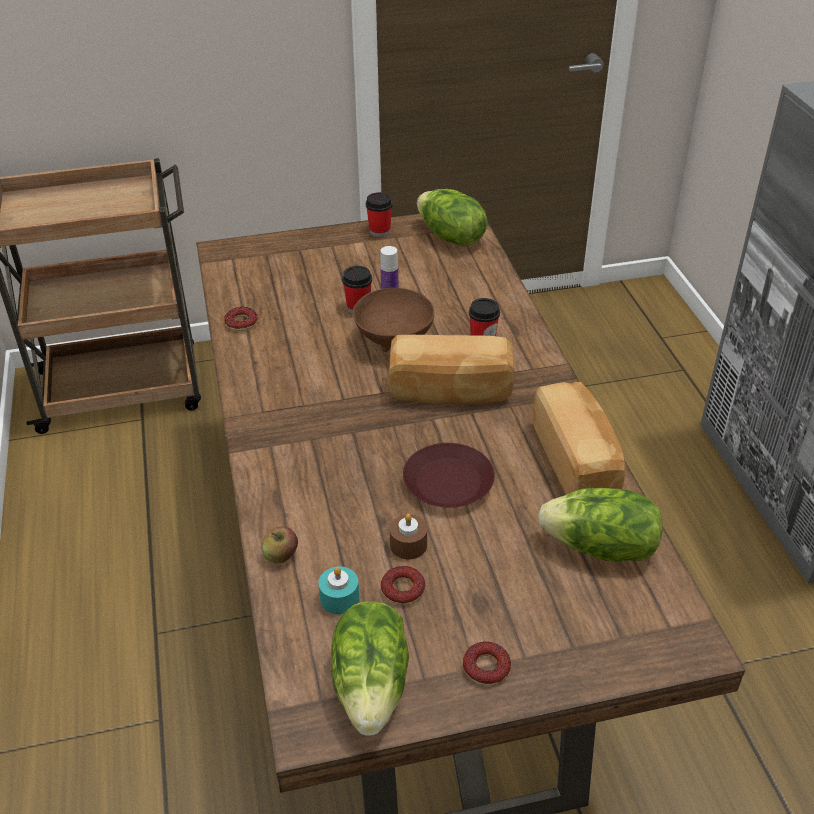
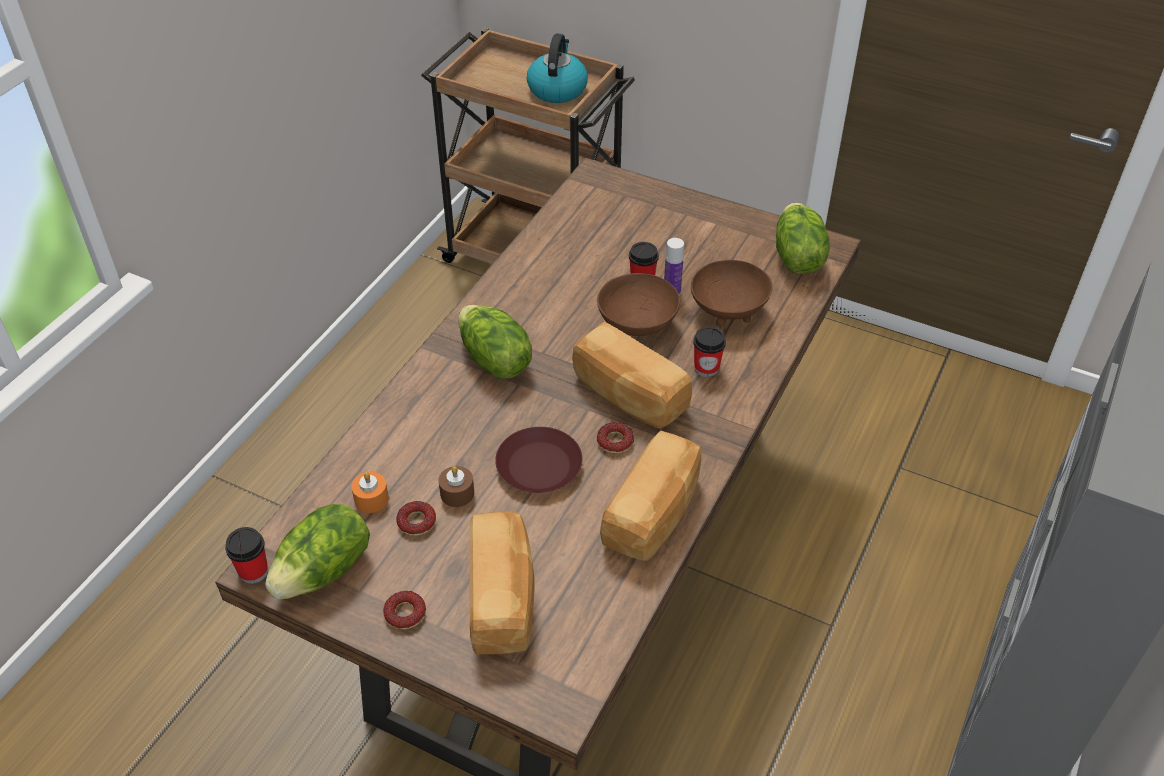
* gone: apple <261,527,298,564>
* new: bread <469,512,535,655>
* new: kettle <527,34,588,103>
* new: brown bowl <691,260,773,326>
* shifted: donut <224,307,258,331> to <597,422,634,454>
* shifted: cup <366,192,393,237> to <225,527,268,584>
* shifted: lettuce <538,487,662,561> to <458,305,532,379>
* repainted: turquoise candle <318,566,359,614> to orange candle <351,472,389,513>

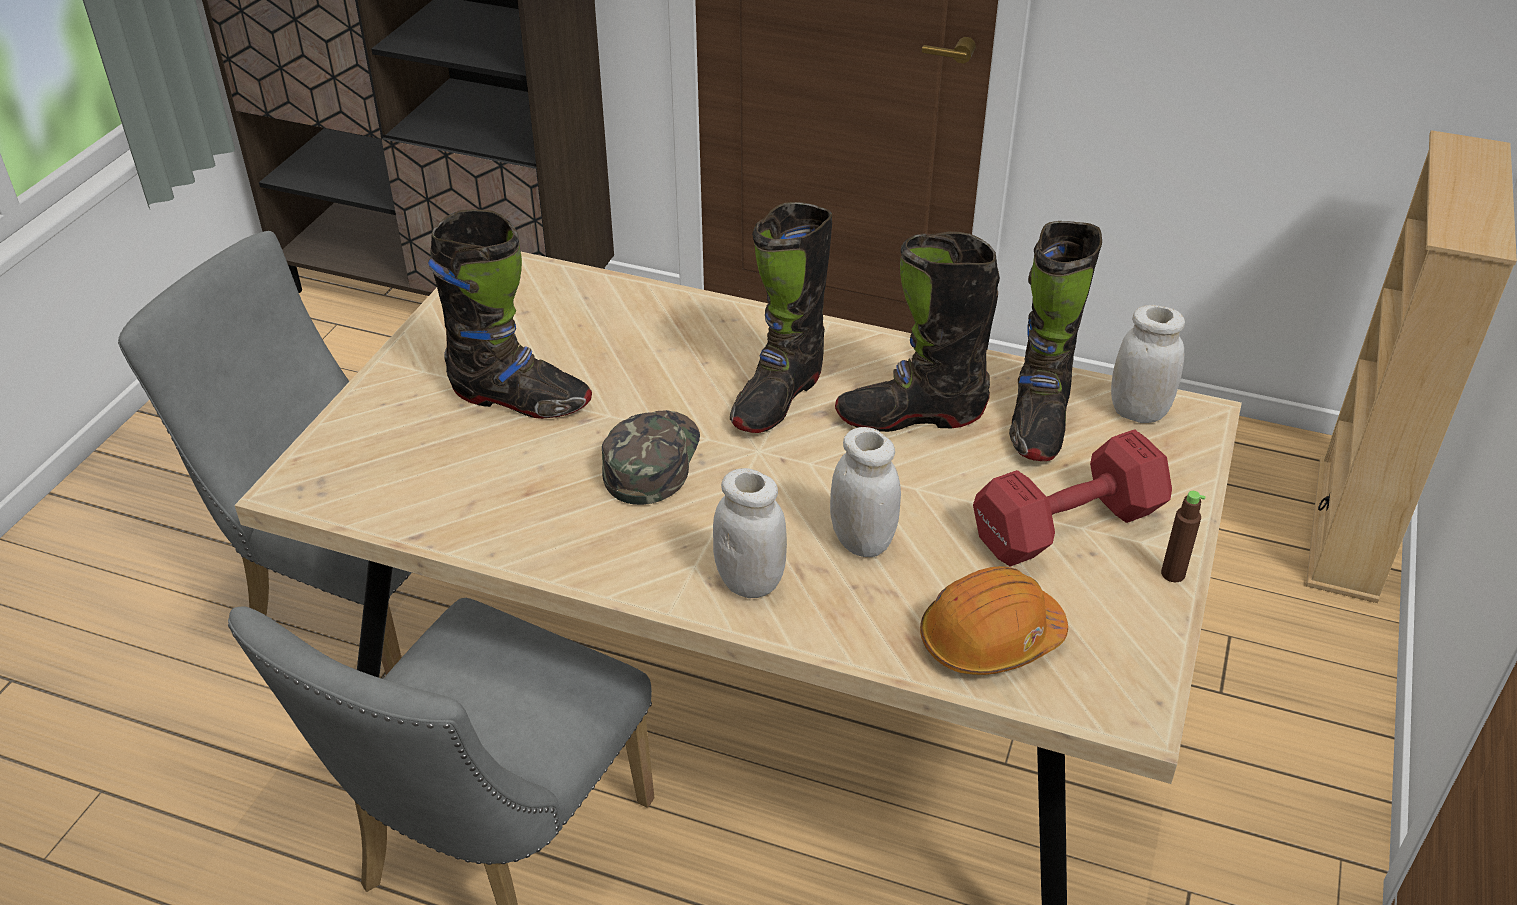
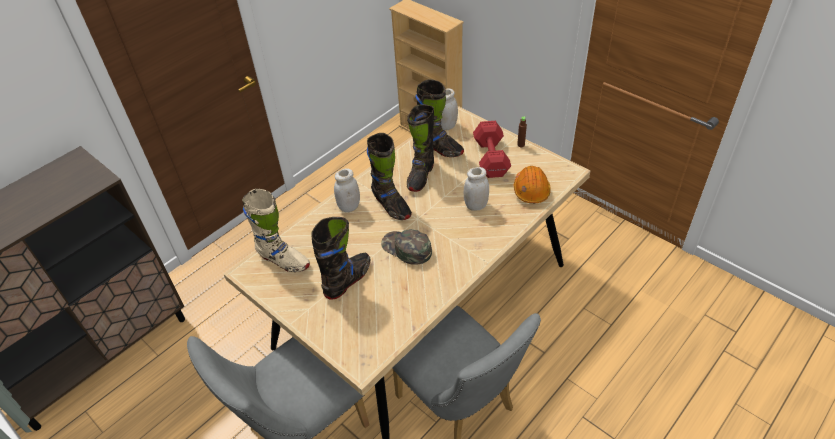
* new: beige boot <242,189,310,272>
* shifted: white jar <713,468,787,598> to <334,168,360,212>

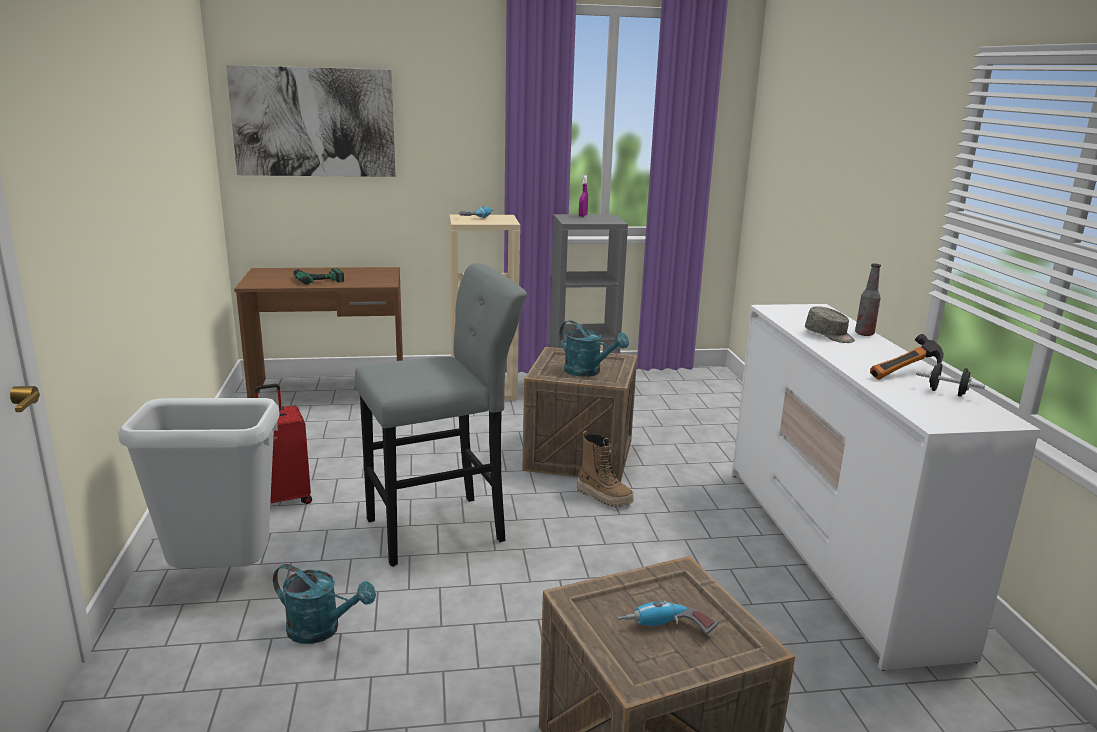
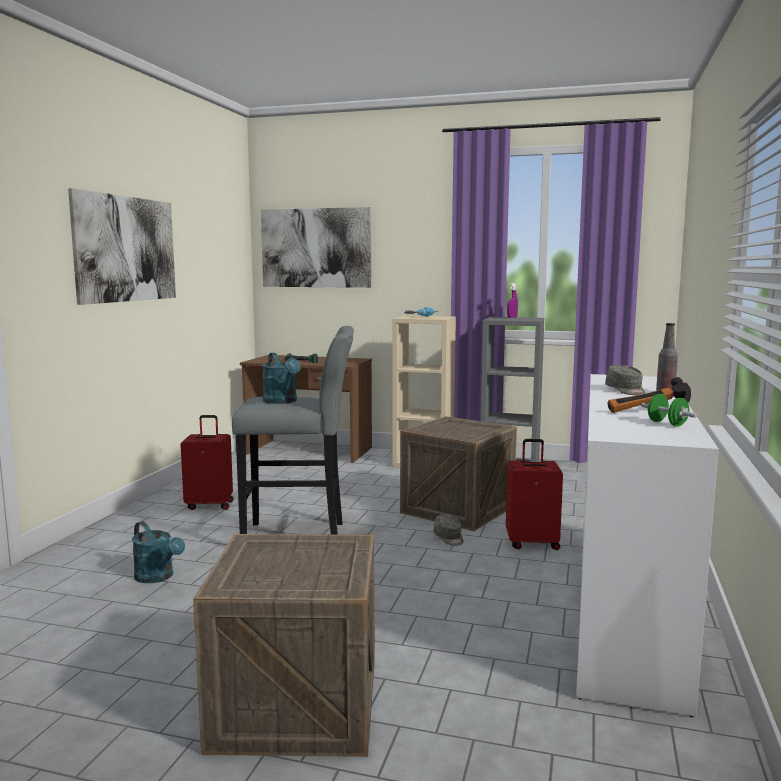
* gone: grey trash can <118,398,279,568>
* gone: power drill <617,600,718,634>
* new: picture <68,188,176,305>
* new: red suitcase <506,439,563,550>
* shifted: turquoise watering can <559,320,629,377> to <262,353,301,404>
* swapped: boot <577,431,634,507> to grey cap <433,514,464,546>
* repainted: black dumbbell <916,363,985,397> to green dumbbell <641,394,697,426>

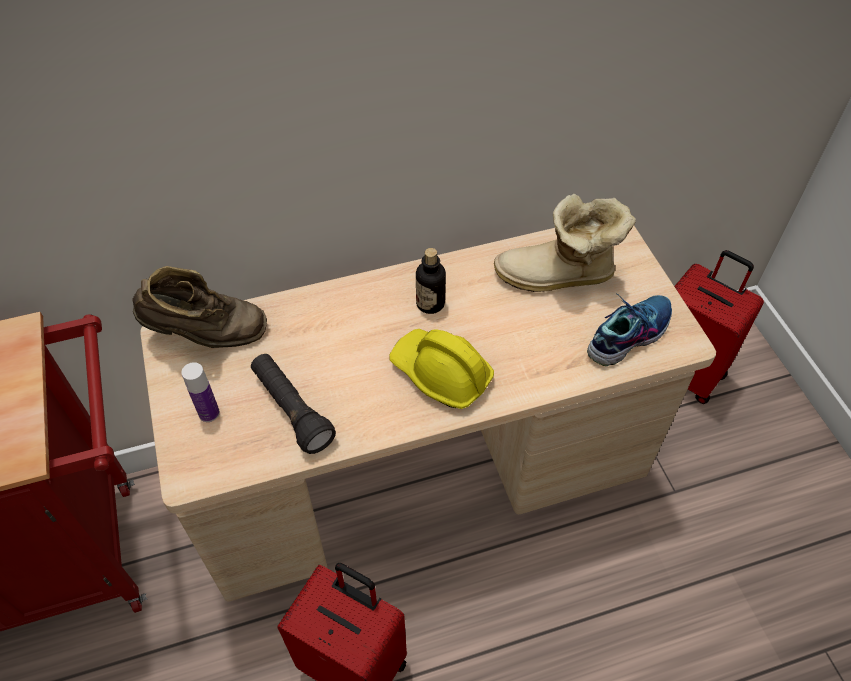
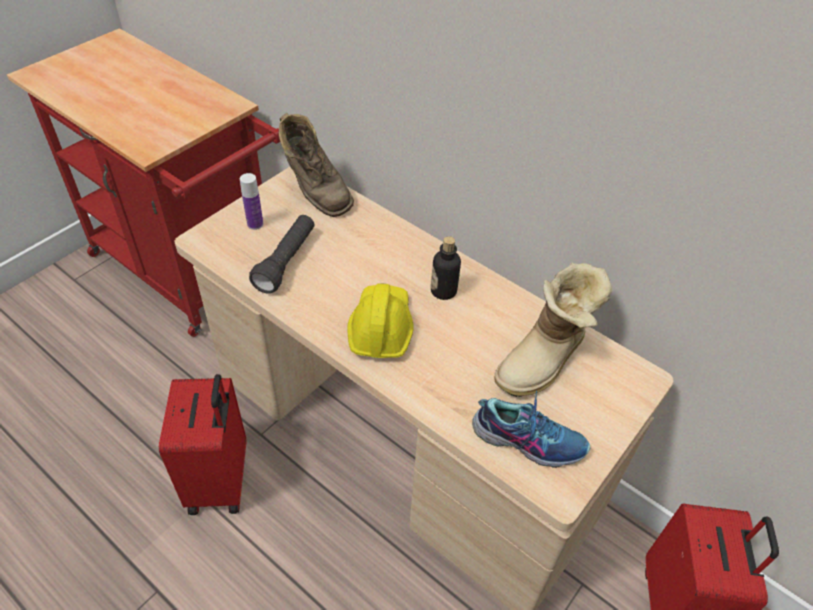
* rotated: boot <494,194,636,292> = <494,263,612,397> 105 degrees counterclockwise

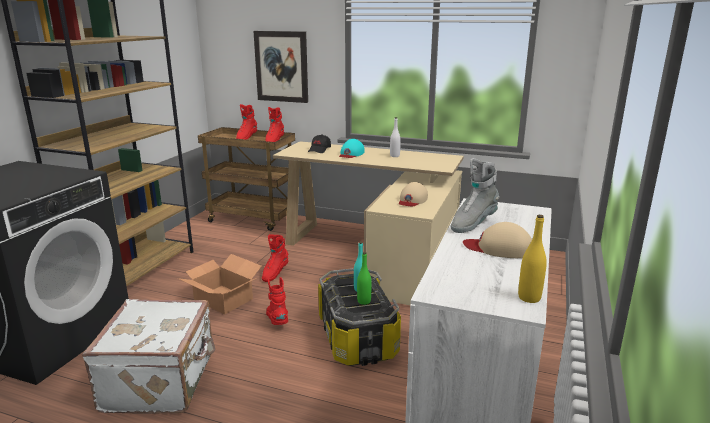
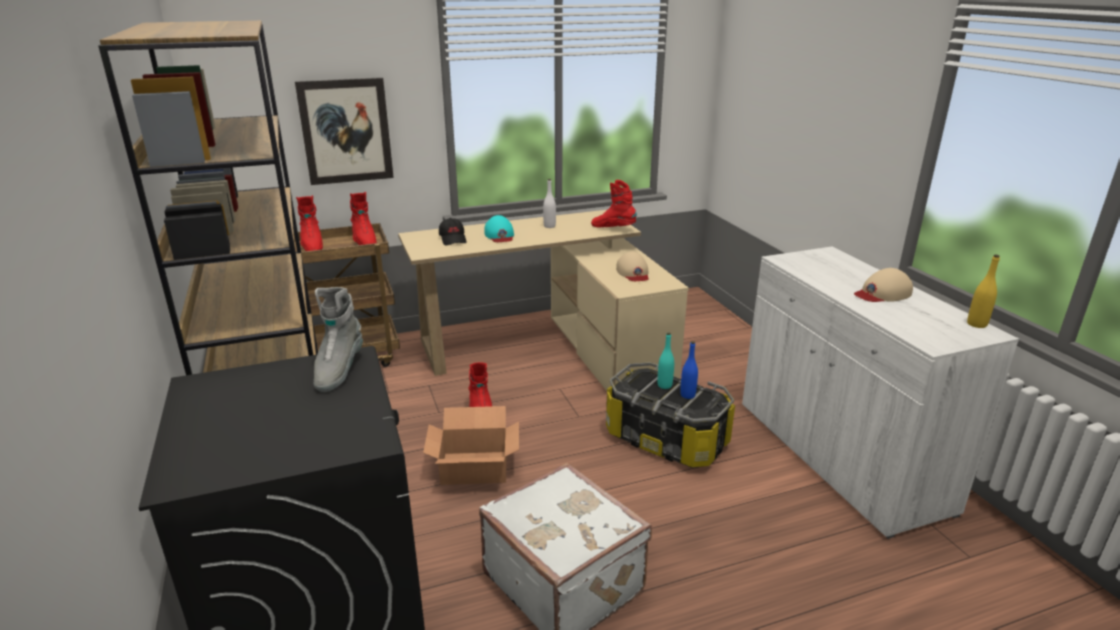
* shifted: red boot <266,277,288,325> to <591,180,637,228>
* shifted: grey boot <450,158,500,233> to <314,287,363,392>
* repainted: green bottle <357,252,372,305> to blue bottle <680,341,698,399>

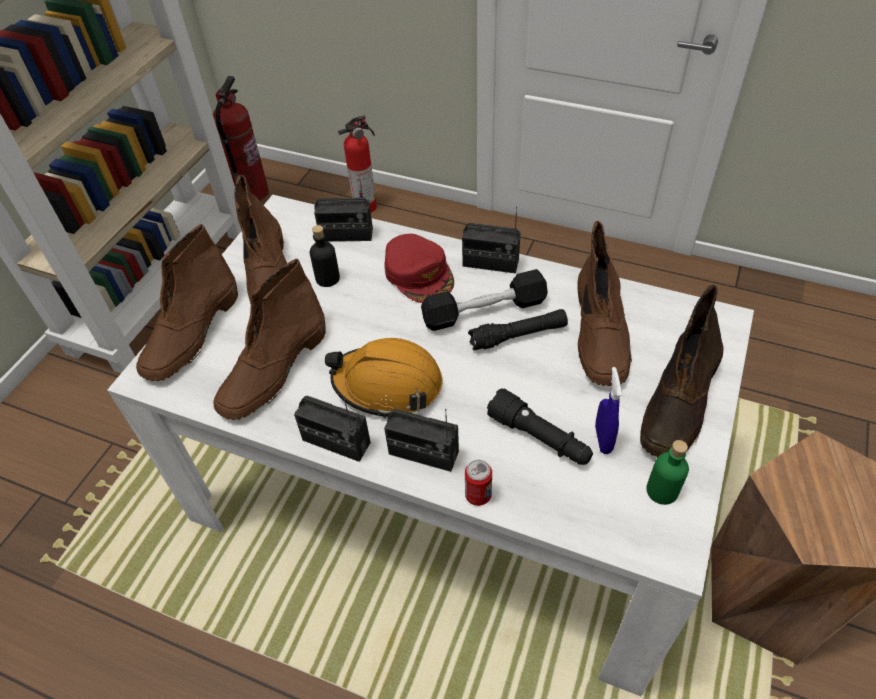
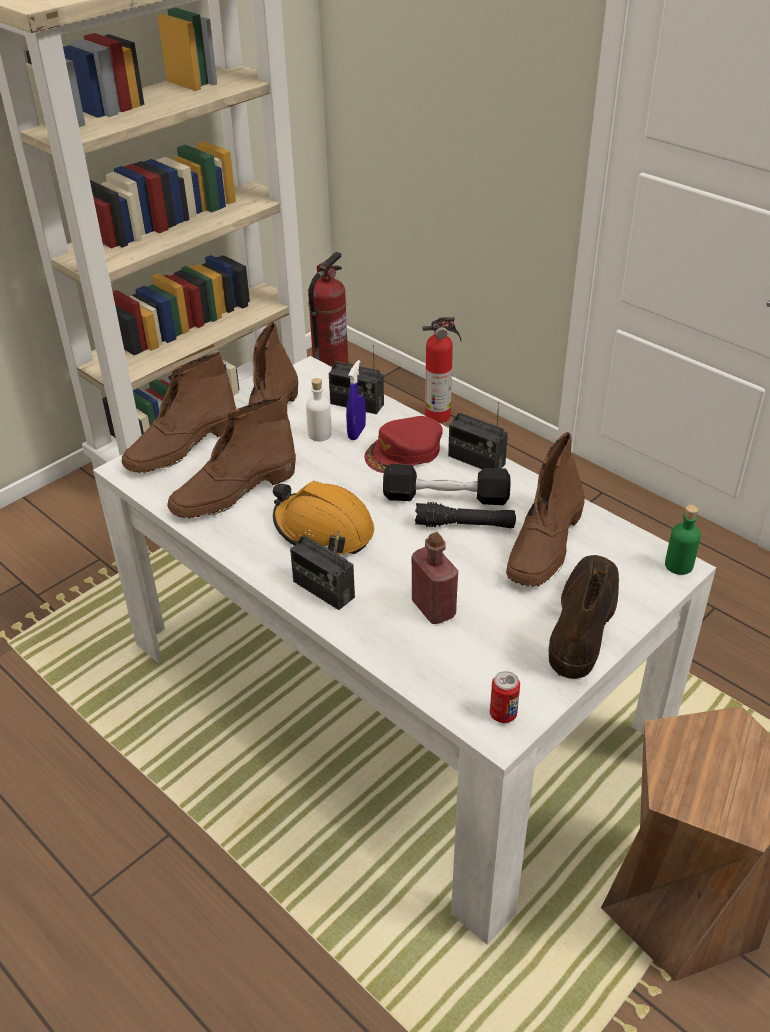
* gone: radio <294,396,371,462>
* shifted: can <465,460,492,506> to <490,671,520,723>
* shifted: blue spray bottle <595,367,622,454> to <346,360,366,440>
* shifted: green bottle <646,440,689,505> to <665,505,701,575>
* swapped: black flashlight <487,388,593,465> to red bottle <412,532,458,624>
* repainted: black bottle <310,225,340,287> to white bottle <306,378,332,441>
* rotated: red cap <384,234,454,303> = <364,416,443,473> 60 degrees clockwise
* rotated: brown boot <640,285,724,457> = <549,555,619,679> 150 degrees clockwise

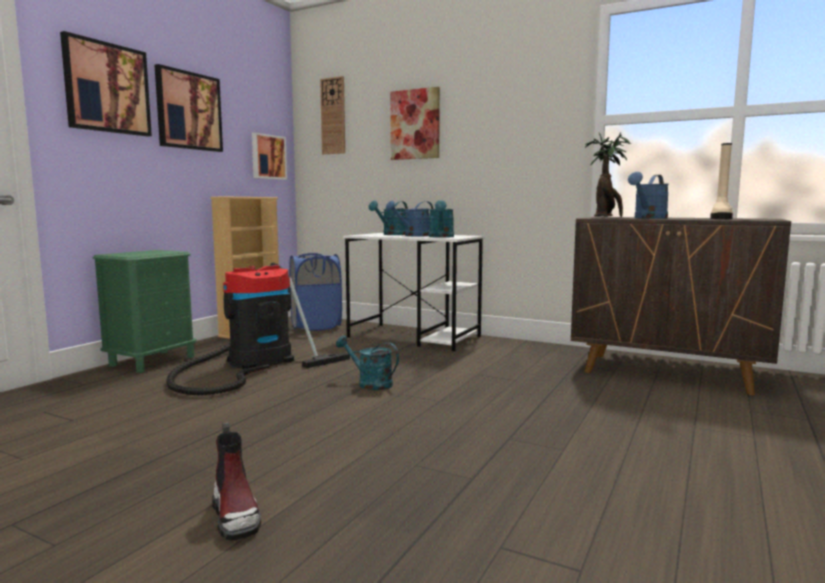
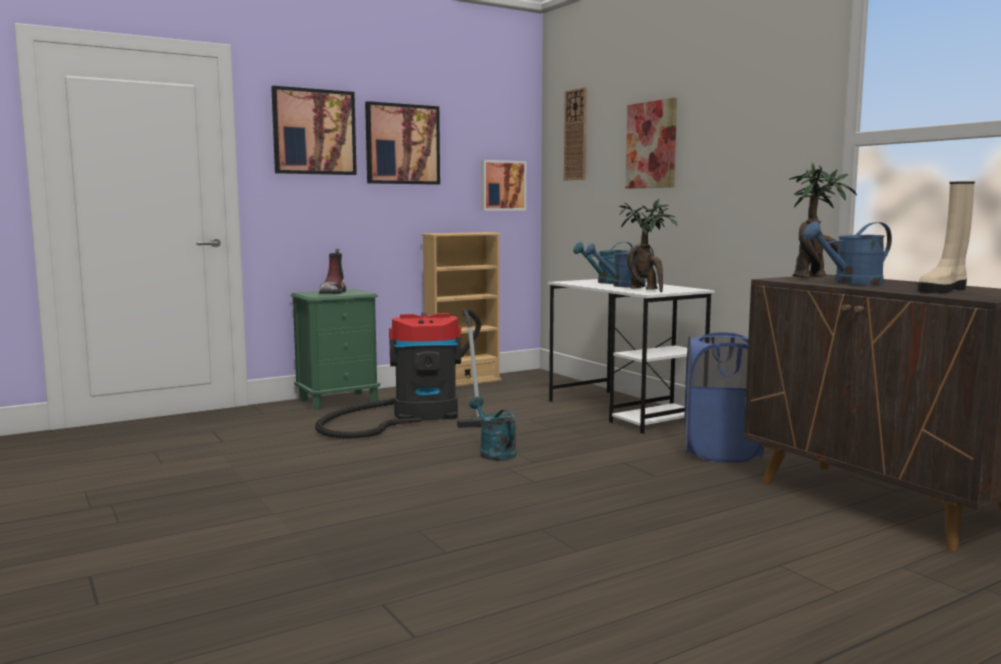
* shifted: boot <212,422,261,541> to <319,249,346,294>
* shifted: blue laundry basket <289,253,342,331> to <685,332,764,463>
* swapped: turquoise watering can <429,200,454,238> to potted plant <619,199,677,292>

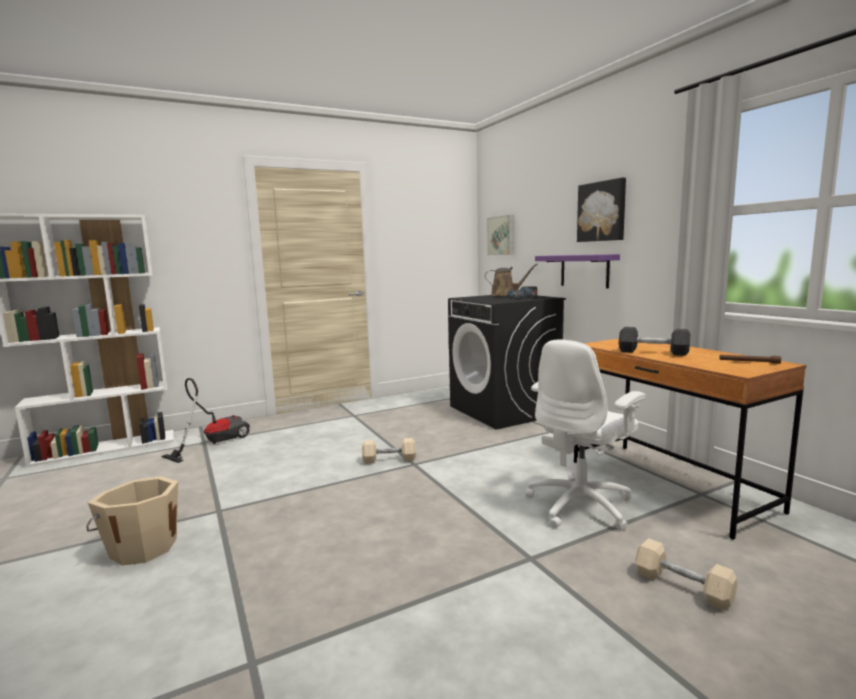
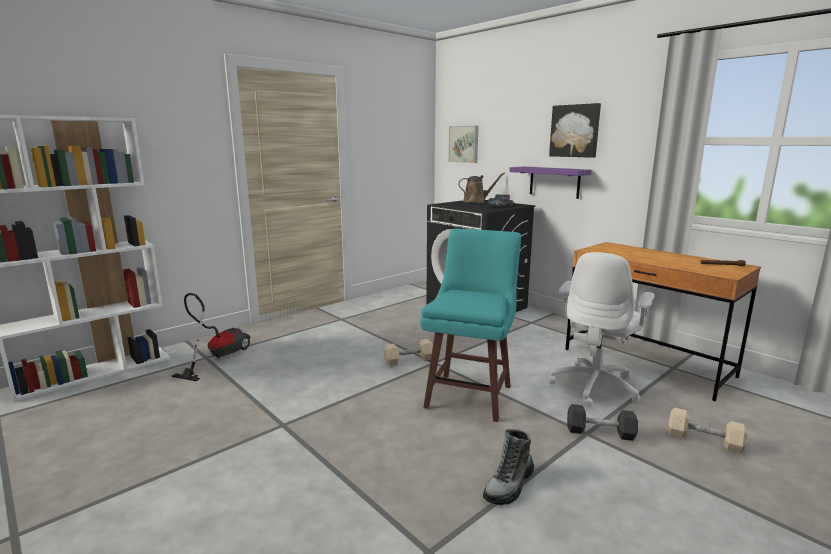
* gone: beige bucket <86,476,178,566>
* new: turquoise stool <420,229,521,422>
* new: boot <483,429,534,505>
* shifted: grey dumbbell <619,327,690,356> to <567,404,638,441>

